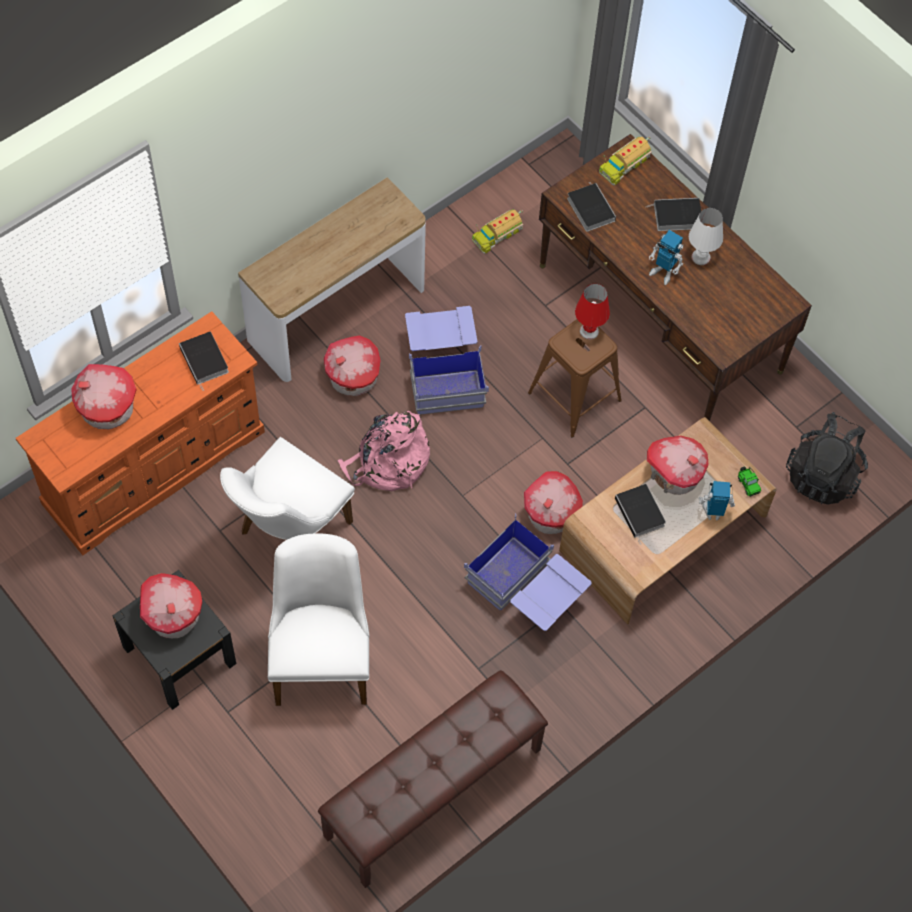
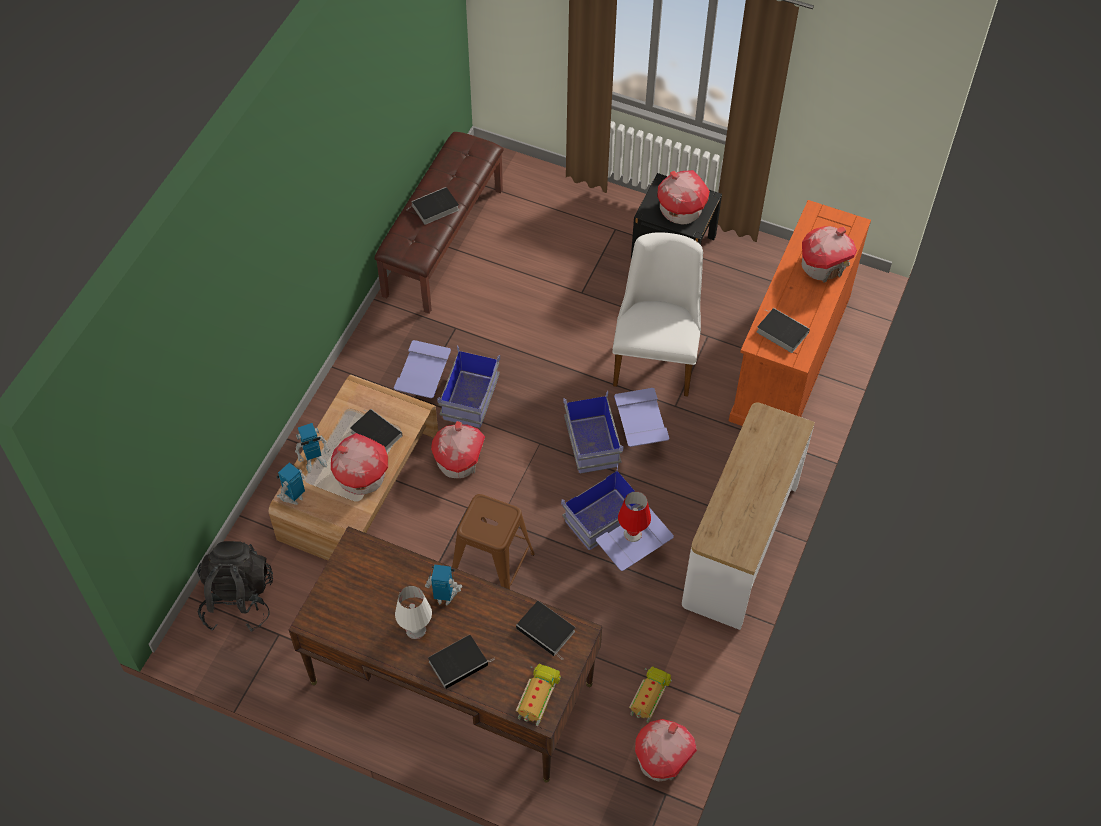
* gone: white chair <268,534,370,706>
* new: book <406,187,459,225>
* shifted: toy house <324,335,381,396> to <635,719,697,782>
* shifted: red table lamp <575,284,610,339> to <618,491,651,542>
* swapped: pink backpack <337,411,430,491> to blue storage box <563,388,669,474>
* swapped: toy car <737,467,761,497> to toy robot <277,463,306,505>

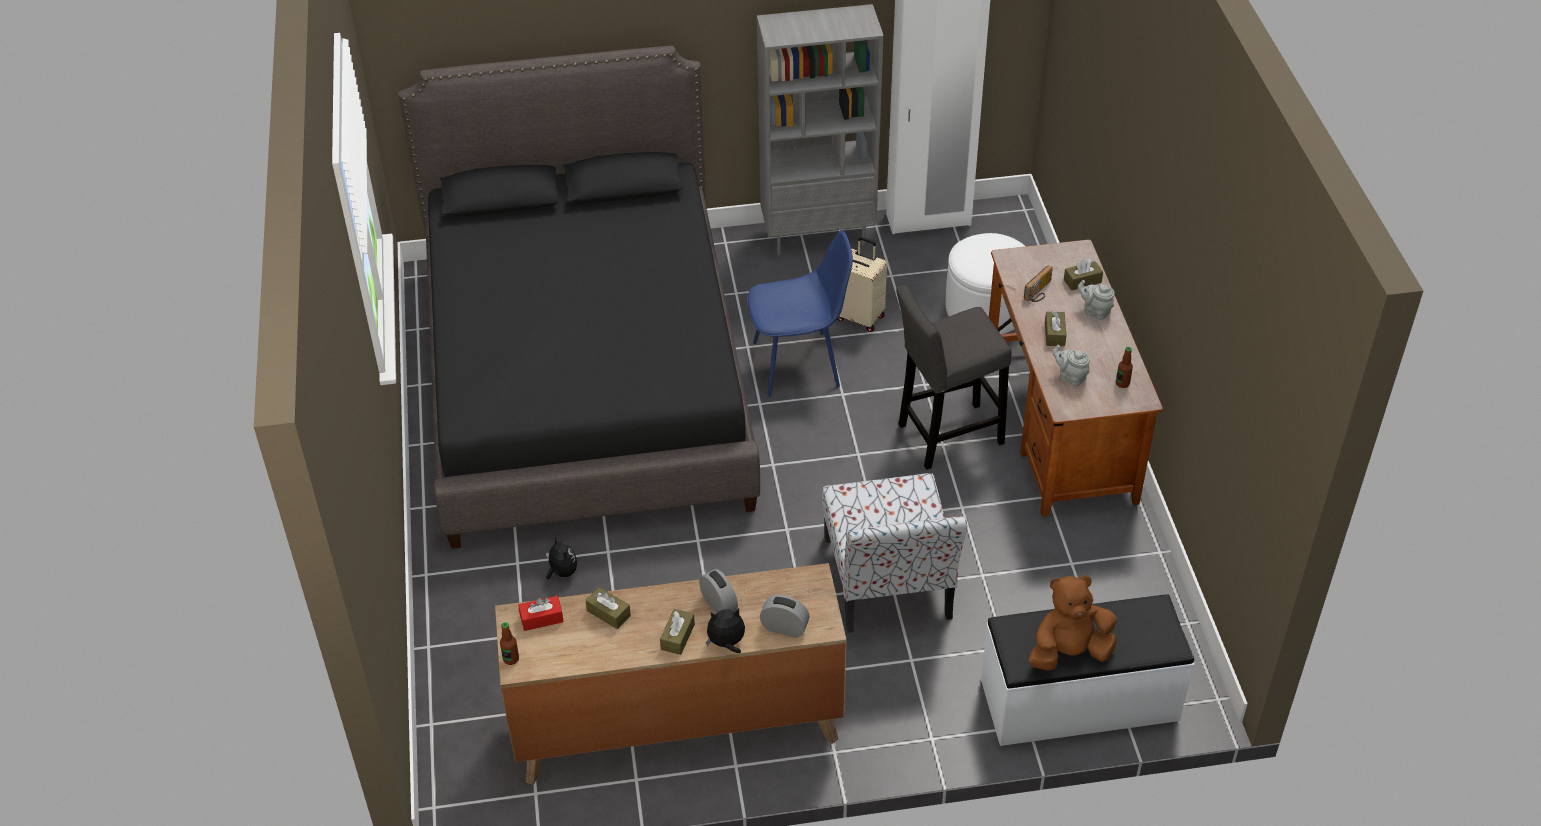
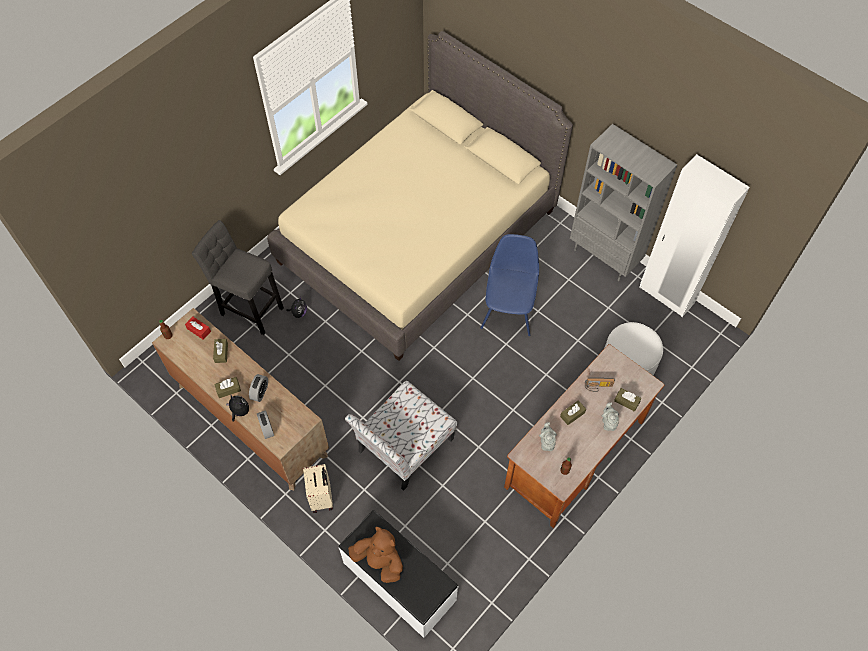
* shifted: beige suitcase <838,237,887,332> to <303,464,333,513>
* shifted: grey stool <896,285,1012,470> to <192,220,284,335>
* repainted: black bed <398,45,760,549> to beige bed <267,31,573,361>
* rotated: blue chair <747,230,853,397> = <481,234,539,336> 120 degrees counterclockwise

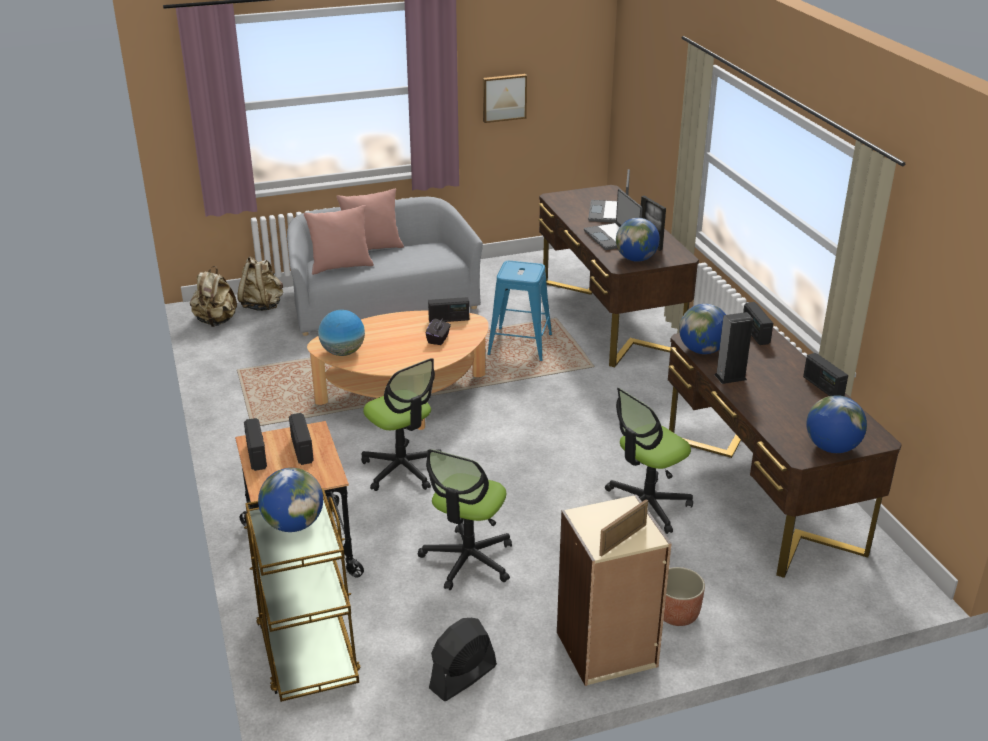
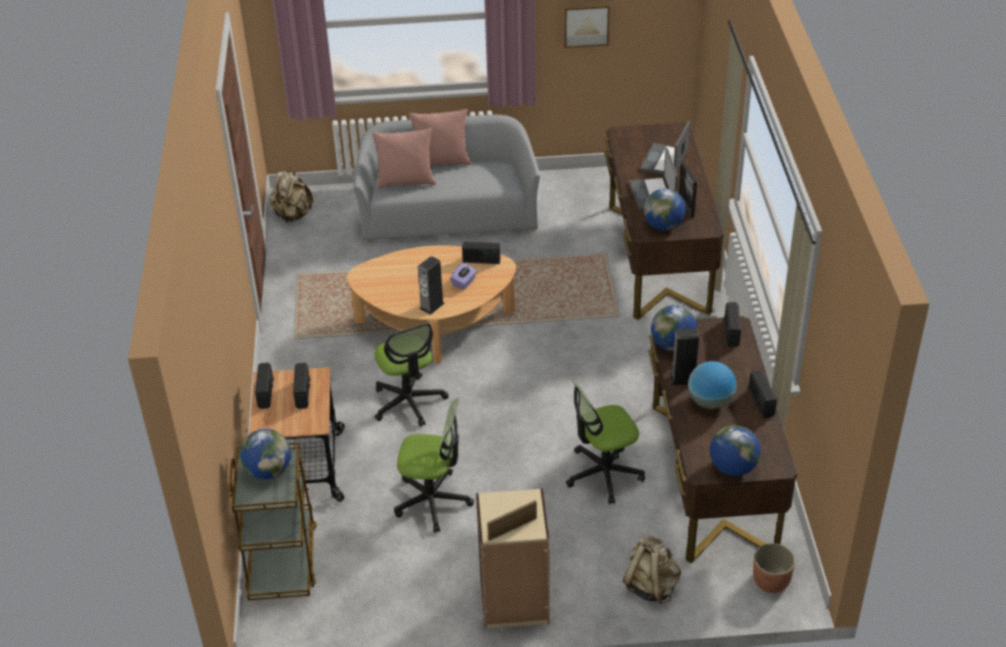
* gone: black fan <429,618,497,701>
* gone: blue stool <487,261,552,361>
* new: speaker <418,256,445,315>
* shifted: beige backpack <237,256,283,311> to <623,535,681,605>
* shifted: globe <318,310,365,356> to <688,361,736,409>
* shifted: planter <663,567,705,626> to <753,543,795,593>
* repainted: black tissue box <426,318,451,345> to purple tissue box <450,263,477,290>
* rotated: office chair <418,449,512,590> = <394,399,474,533> 120 degrees counterclockwise

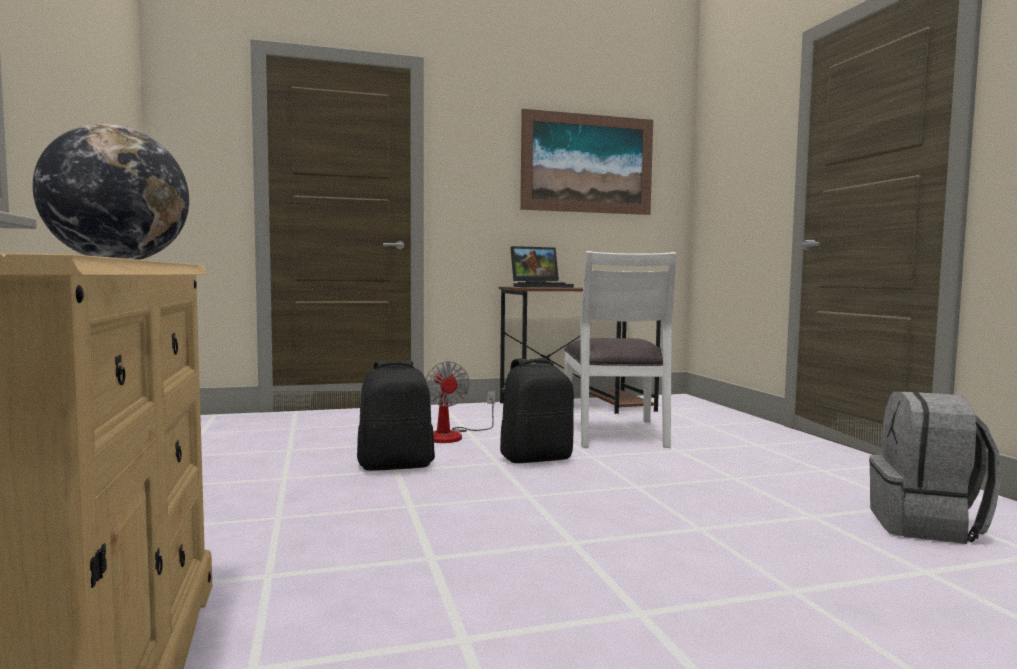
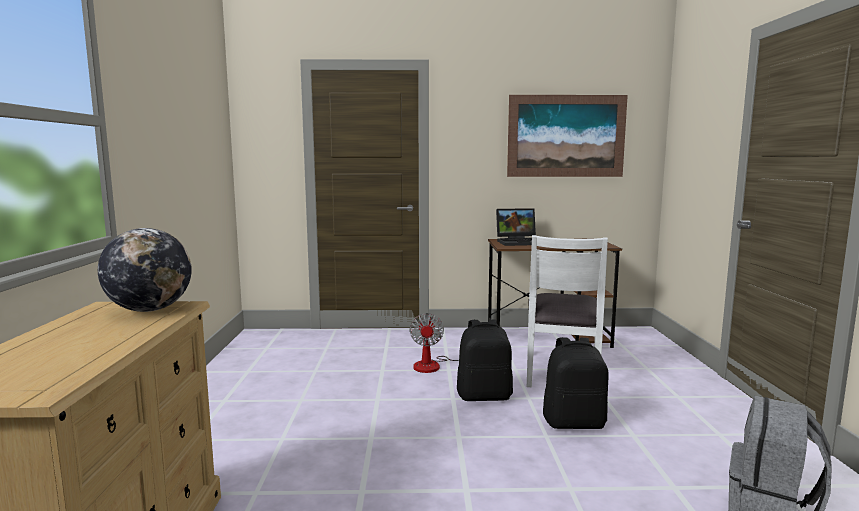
* shifted: black backpack <357,360,435,471> to <543,337,609,429>

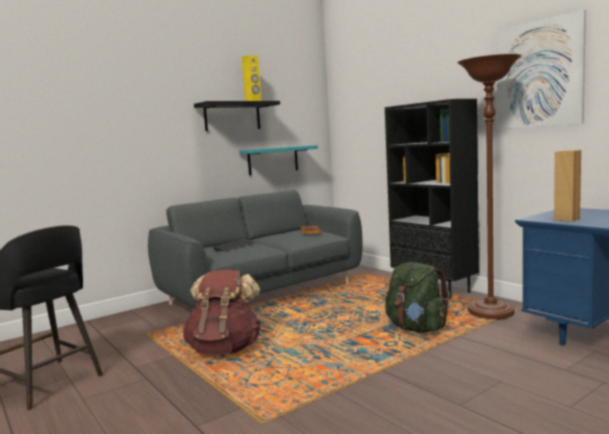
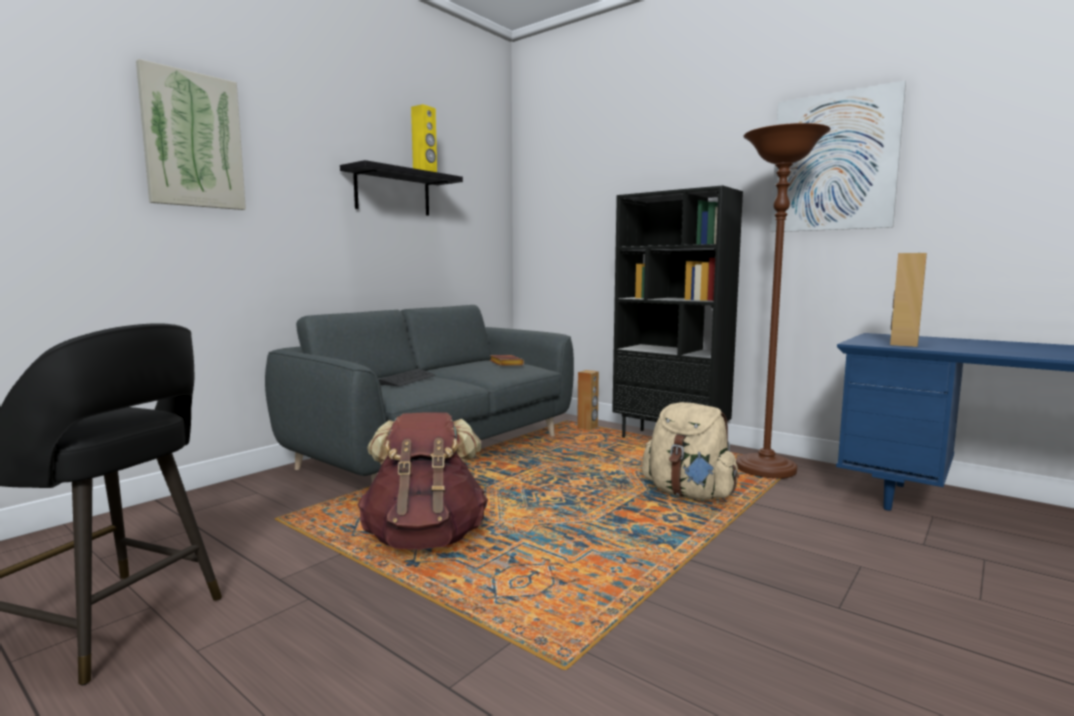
* gone: turquoise shelf <239,145,318,175>
* new: picture <136,59,246,210>
* new: brown speaker <577,370,599,430>
* repainted: green backpack <385,262,450,332> to beige backpack <642,402,739,500>

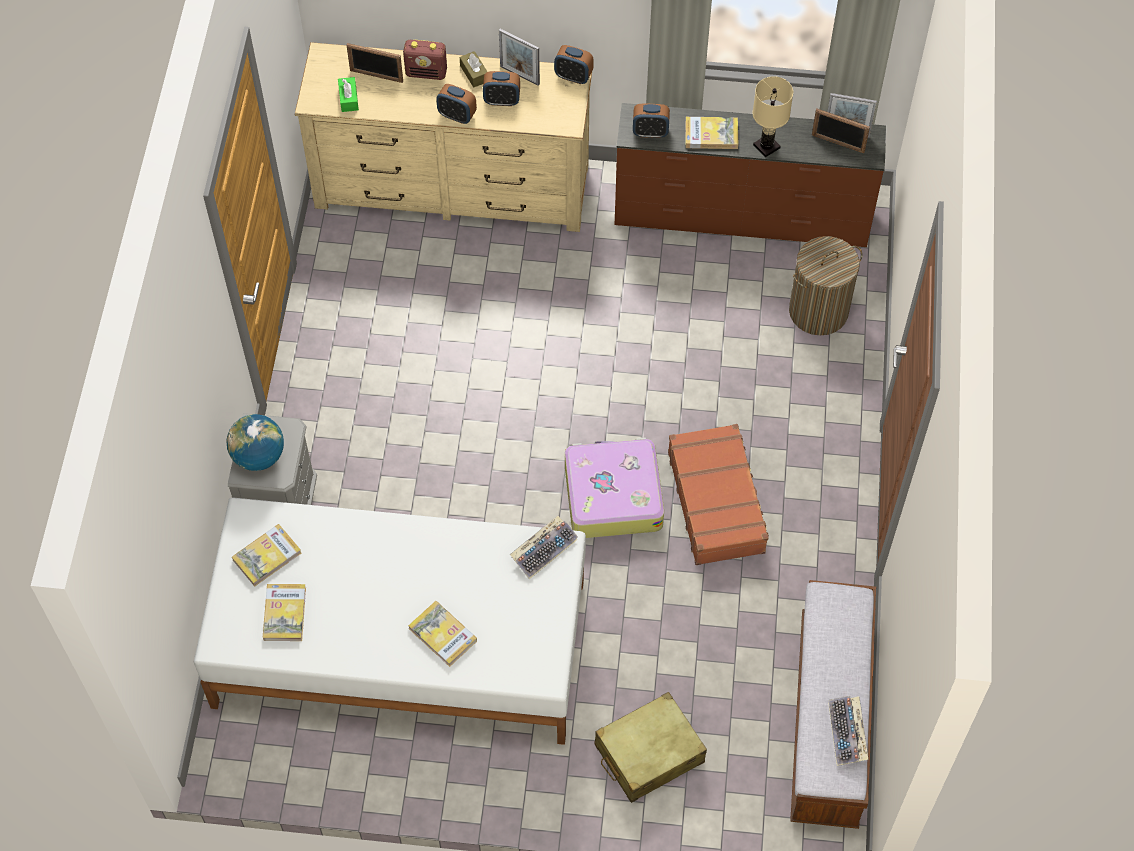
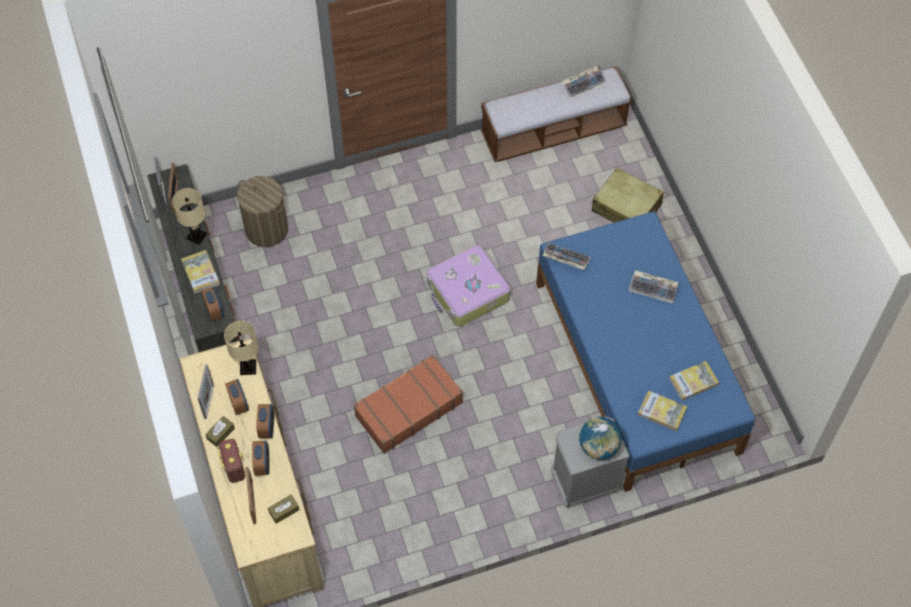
* new: beige table lamp <224,321,258,375>
* shifted: alarm clock <554,45,594,84> to <252,441,269,476>
* shifted: brown suitcase <668,424,769,565> to <354,354,463,454>
* swapped: book <408,601,477,667> to keyboard <629,270,679,303>
* repainted: white bed <194,498,586,745> to blue bed <536,211,755,492>
* repainted: green tissue box <338,77,359,112> to brown tissue box <268,495,299,524>

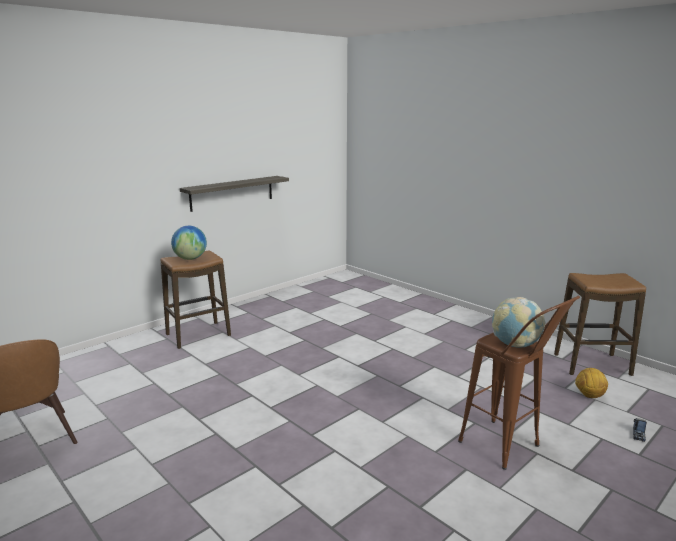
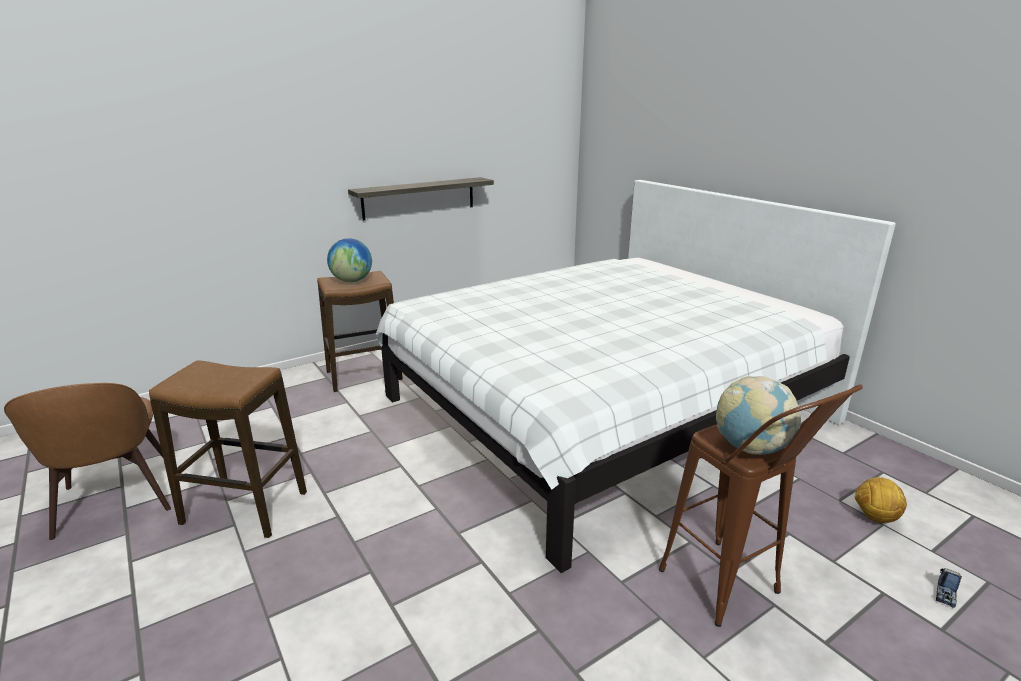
* new: white bed <376,180,896,573>
* shifted: stool <554,273,646,376> to <149,360,307,538>

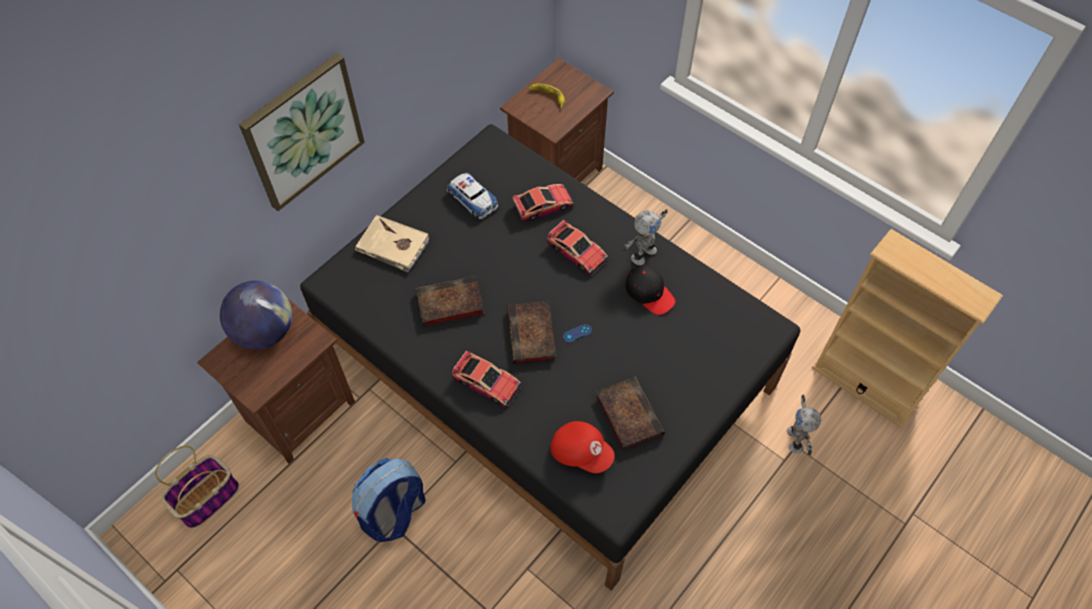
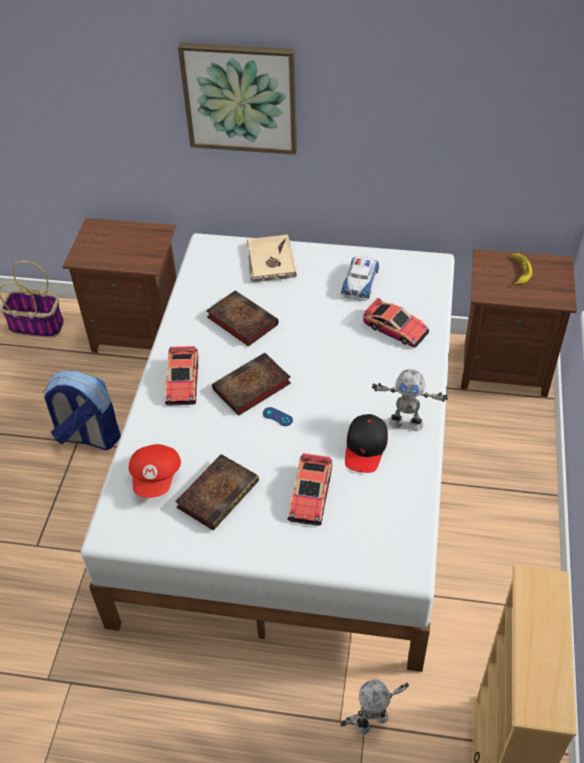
* gone: globe <220,280,292,350>
* shifted: toy car <547,220,609,276> to <287,453,332,526>
* repainted: black bed <300,124,800,590> to white bed <81,233,455,672>

